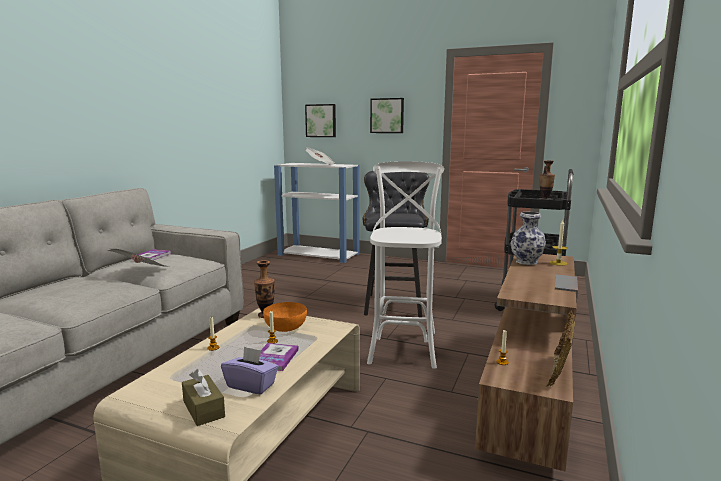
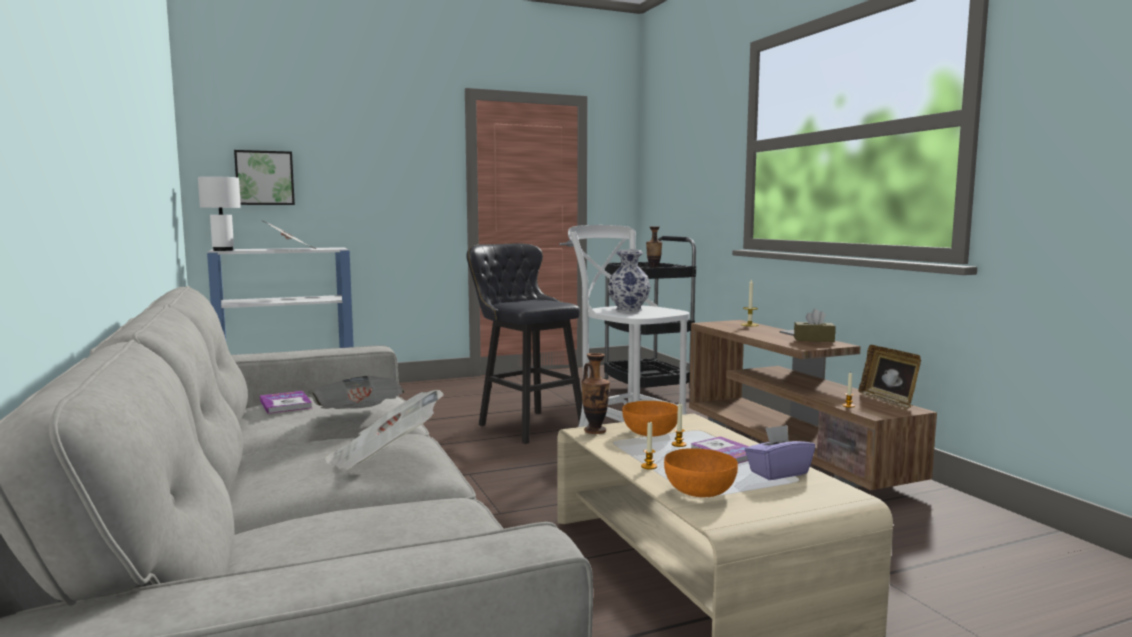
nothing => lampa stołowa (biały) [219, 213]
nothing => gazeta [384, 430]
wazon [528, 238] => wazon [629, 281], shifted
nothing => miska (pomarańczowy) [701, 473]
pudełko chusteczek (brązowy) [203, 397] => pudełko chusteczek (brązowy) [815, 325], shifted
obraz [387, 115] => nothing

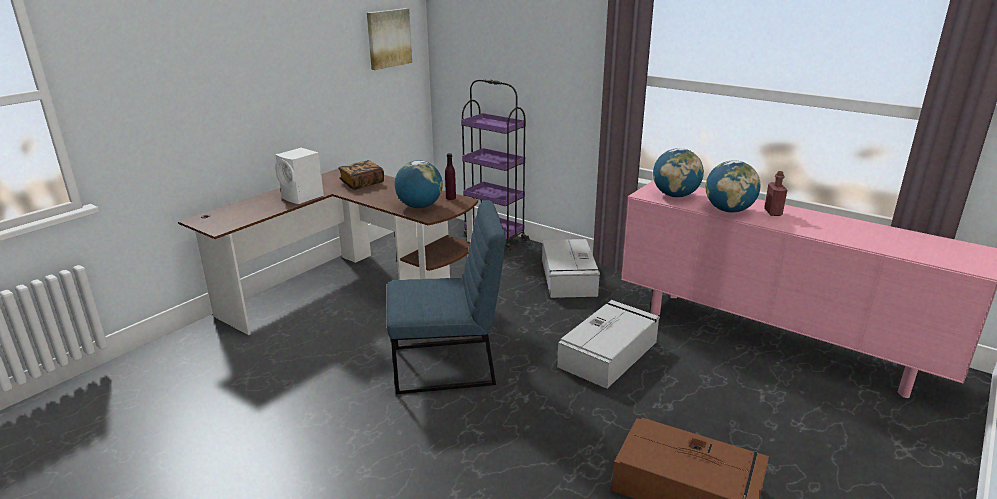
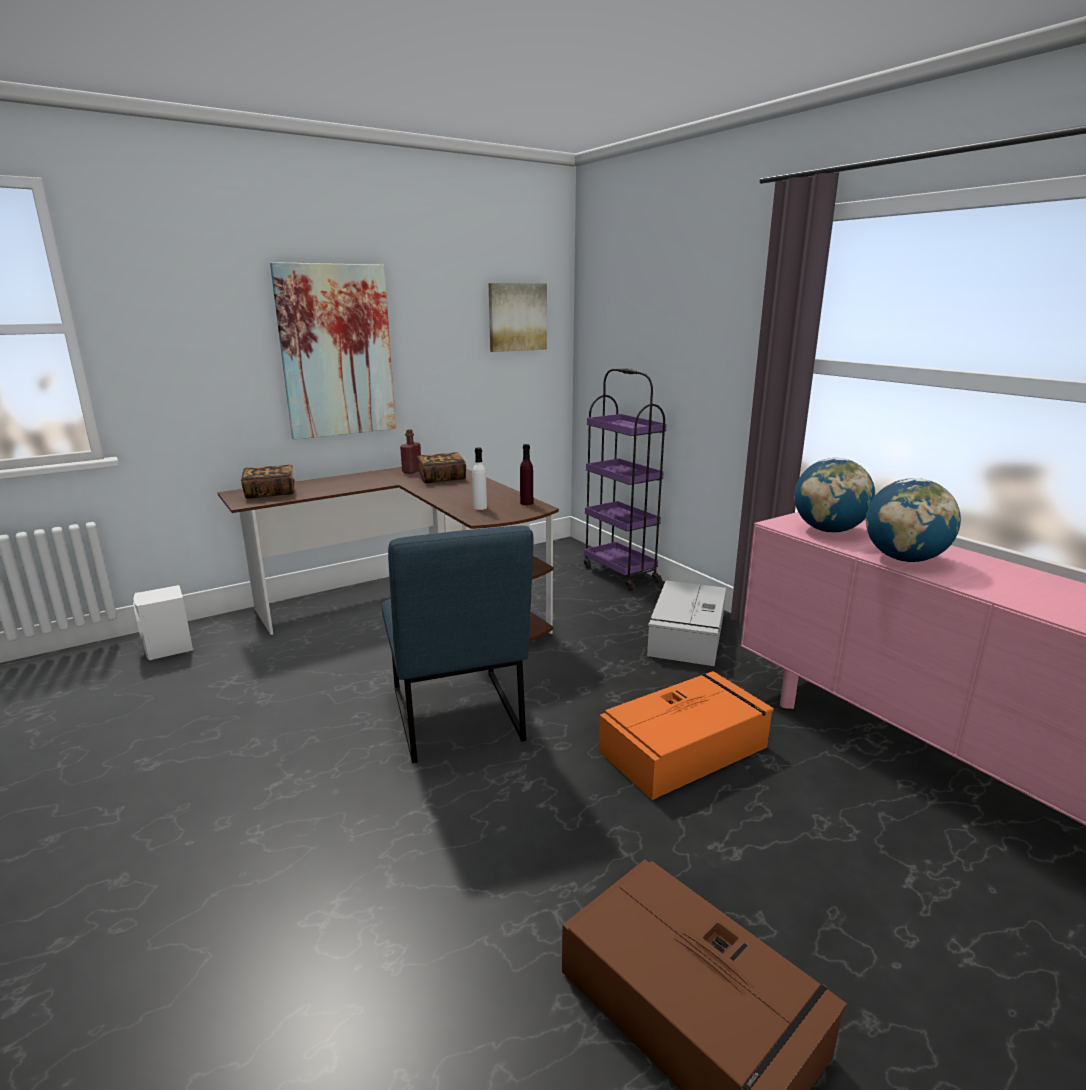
głośnik (biały) [299, 176] => głośnik (biały) [163, 622], shifted
nothing => książka [267, 482]
nothing => obraz [333, 351]
krzesło (niebieski) [446, 297] => krzesło (niebieski) [457, 644], 60 degrees clockwise
butelka (czerwony) [775, 193] => butelka (czerwony) [410, 451], shifted
globus [418, 184] => butelka (biały) [479, 478]
pojemnik do przechowywania (szary) [608, 344] => pojemnik do przechowywania (pomarańczowy) [686, 735]

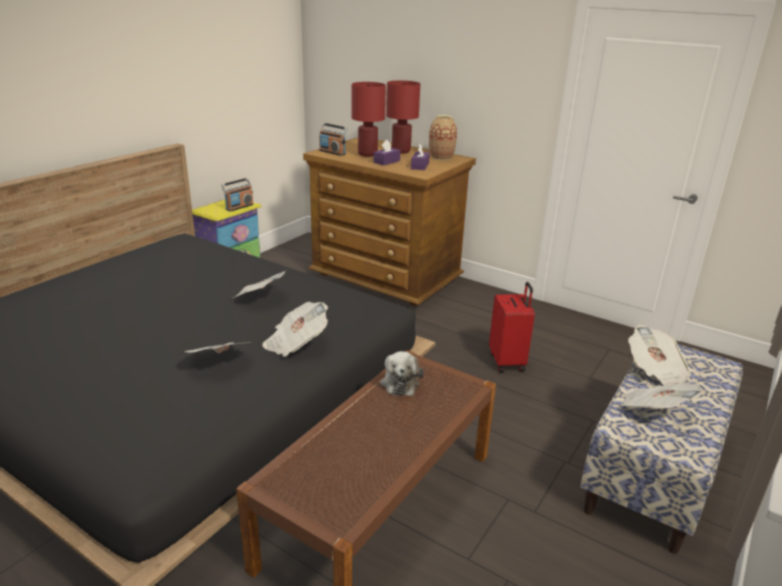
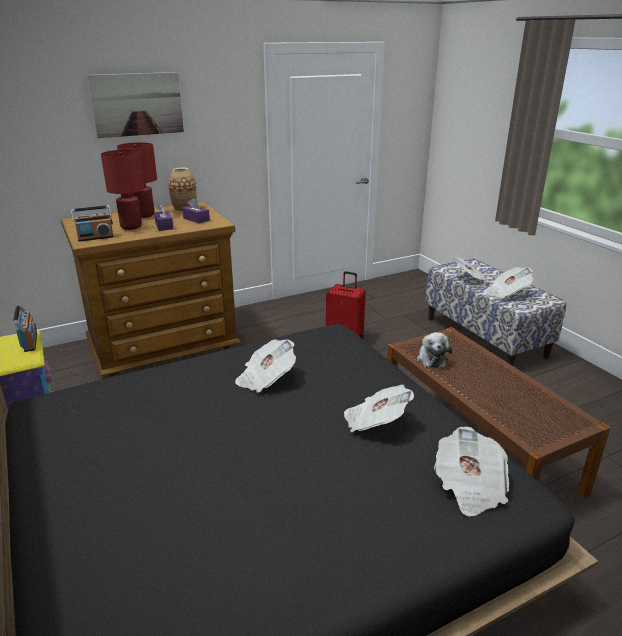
nothing => obraz [135, 105]
pluszak [402, 373] => pluszak [434, 350], 60 degrees clockwise
gazeta [295, 329] => gazeta [471, 472], shifted

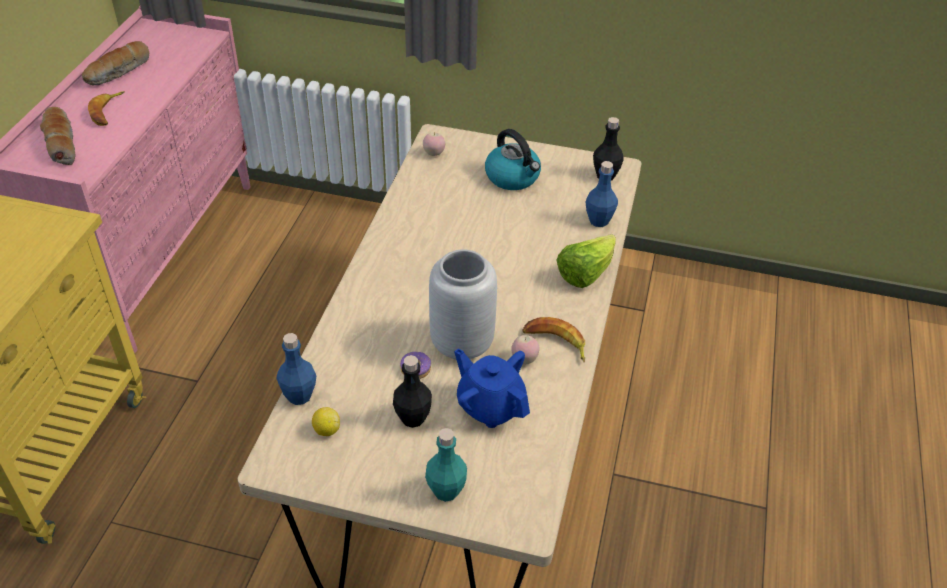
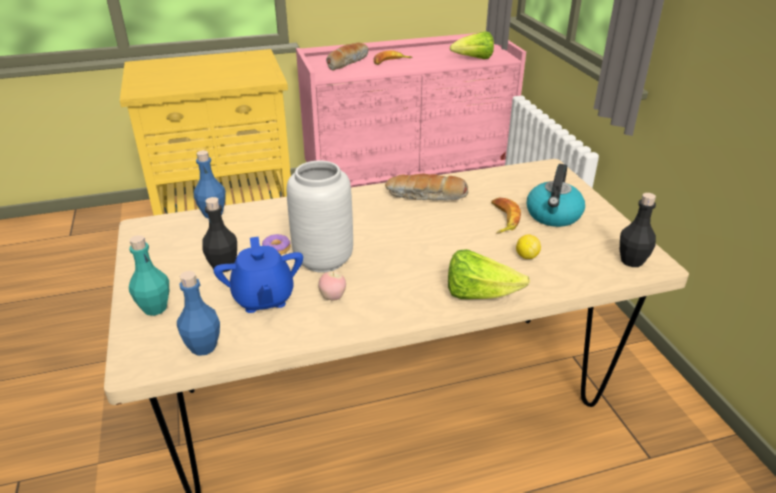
butelka (niebieski) [602, 194] => butelka (niebieski) [198, 313], shifted
imbryk (niebieski) [492, 388] => imbryk (niebieski) [258, 275], 150 degrees clockwise
chleb [115, 63] => chleb [426, 187], shifted
nothing => sałata [472, 45]
banan [553, 339] => banan [506, 215], shifted
cytryna [326, 421] => cytryna [528, 247], shifted
jabłko [434, 144] => nothing

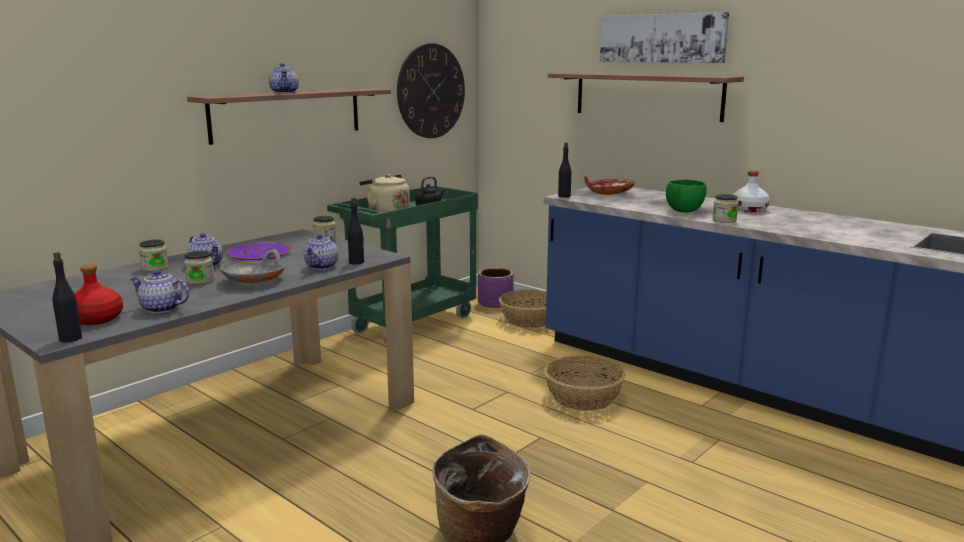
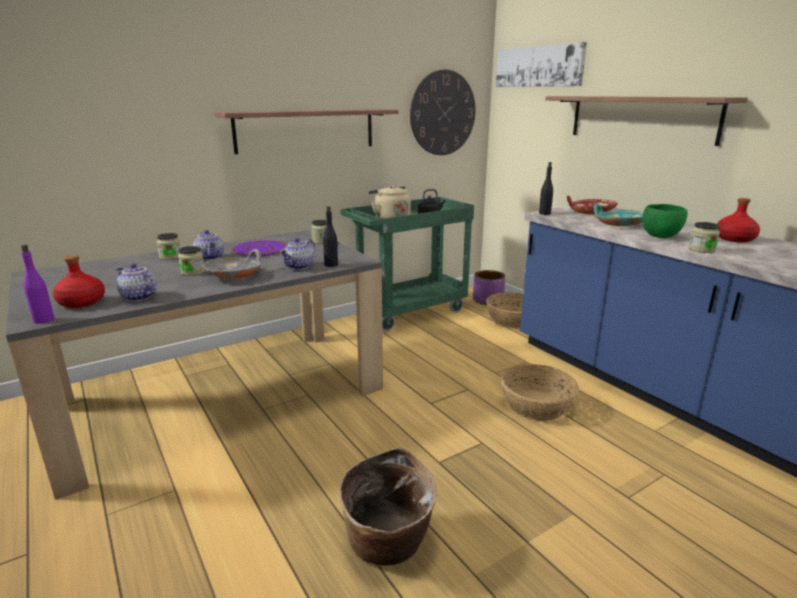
butelka (czarny) [67, 297] => butelka (fioletowy) [37, 284]
obraz [664, 37] => obraz [541, 64], shifted
nothing => miska (turkusowy) [618, 214]
butelka (biały) [751, 191] => butelka (czerwony) [738, 220]
imbryk [284, 78] => nothing

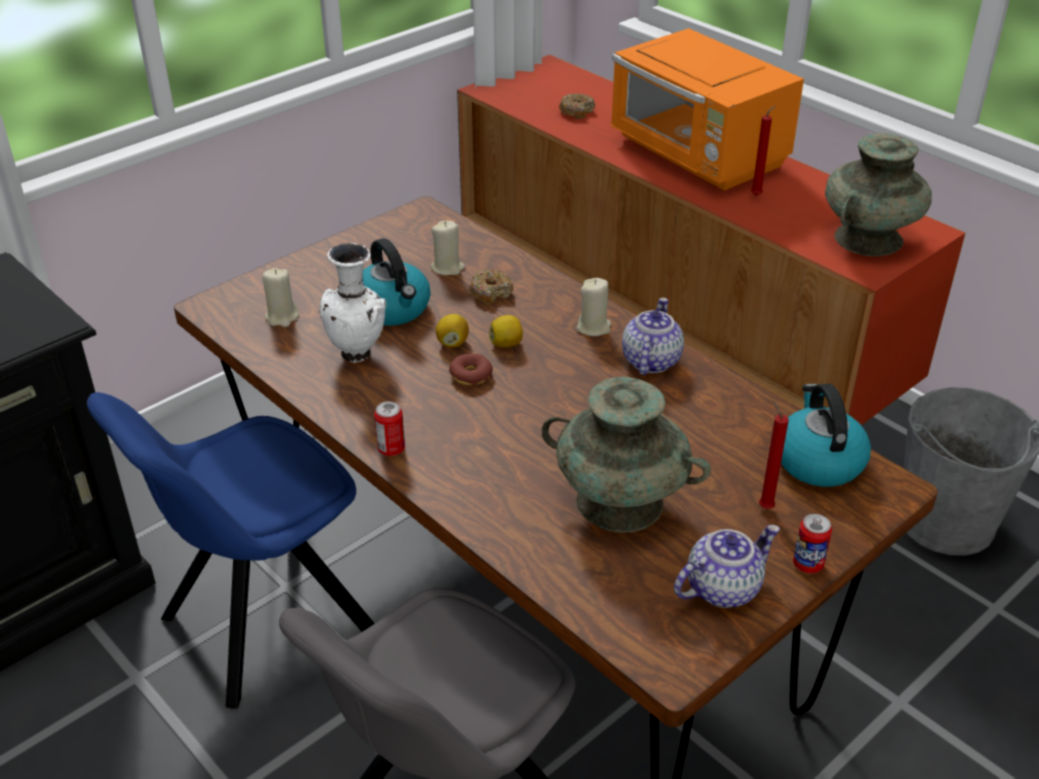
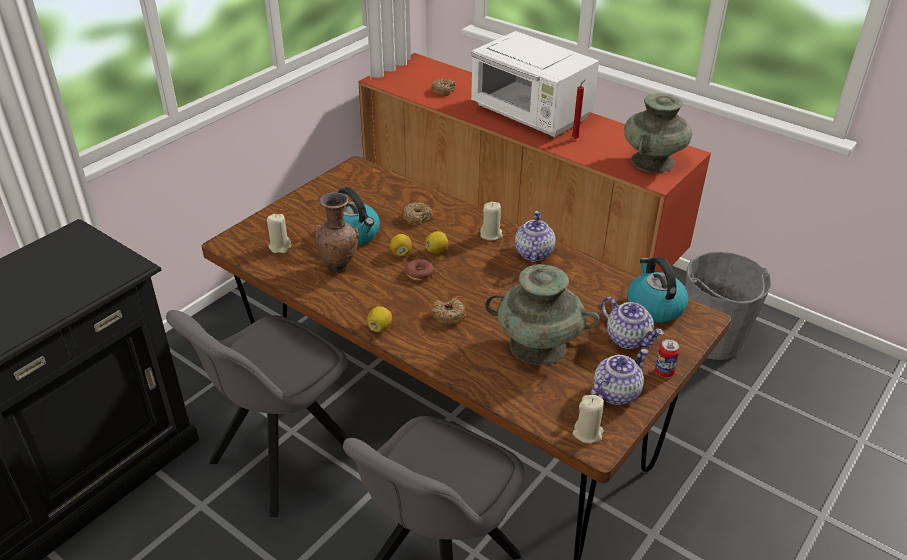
krzesło (niebieski) [231, 550] => krzesło (szary) [257, 413]
wazon (biały) [353, 303] => wazon (brązowy) [336, 232]
puszka [389, 428] => cytryna [379, 319]
nothing => donut [449, 311]
mikrofalówka (pomarańczowy) [707, 109] => mikrofalówka (biały) [535, 84]
świeca (beżowy) [447, 248] => świeca (beżowy) [588, 419], shifted
świeca (czerwony) [774, 455] => imbryk [632, 323]

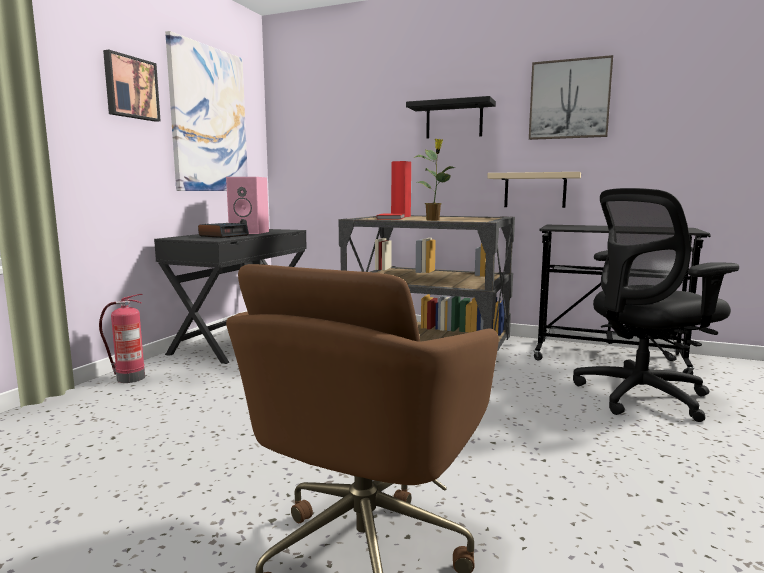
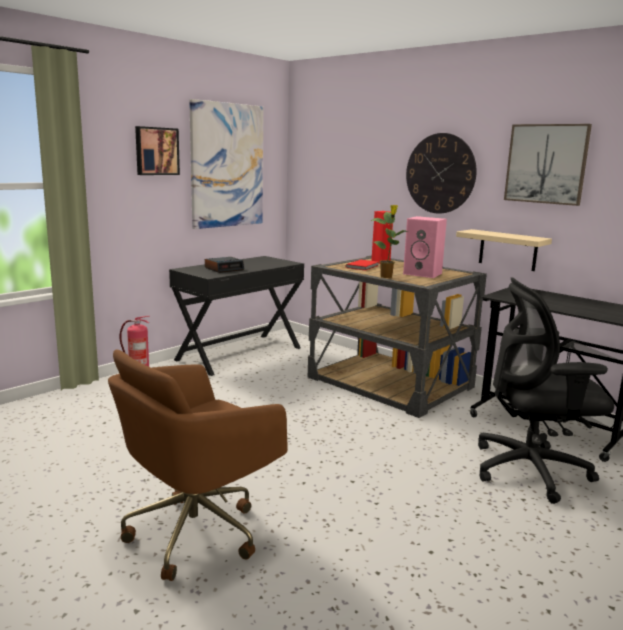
głośnik (różowy) [247, 205] => głośnik (różowy) [425, 247], shifted
półka (czarny) [451, 117] => zegar ścienny [441, 173]

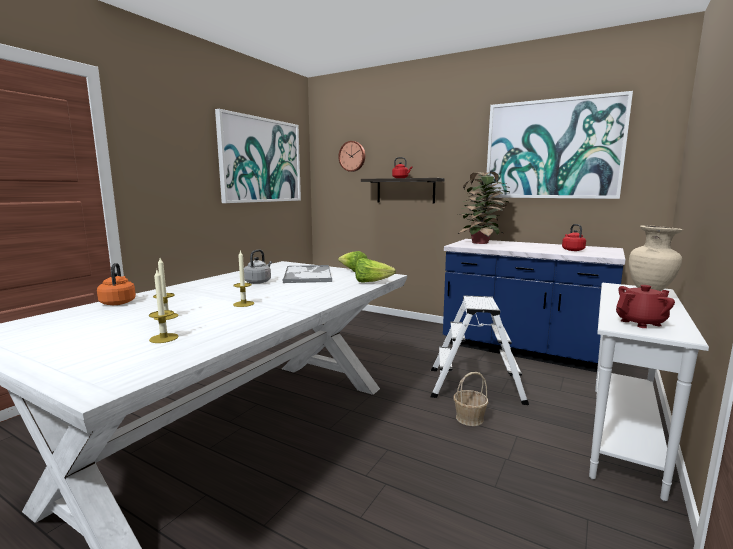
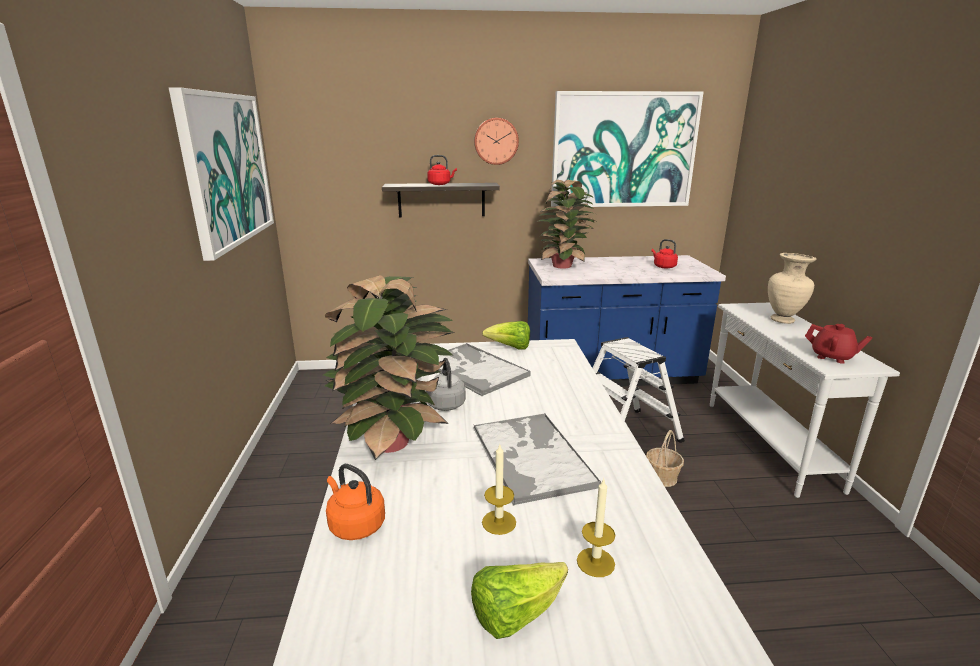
nothing => roślina doniczkowa [389, 367]
sałata [375, 270] => sałata [519, 600], shifted
świeca [243, 278] => taca [537, 459]
zegar ścienny [351, 156] => zegar ścienny [496, 141], shifted
imbryk (czerwony) [645, 306] => imbryk (czerwony) [838, 344], 90 degrees clockwise

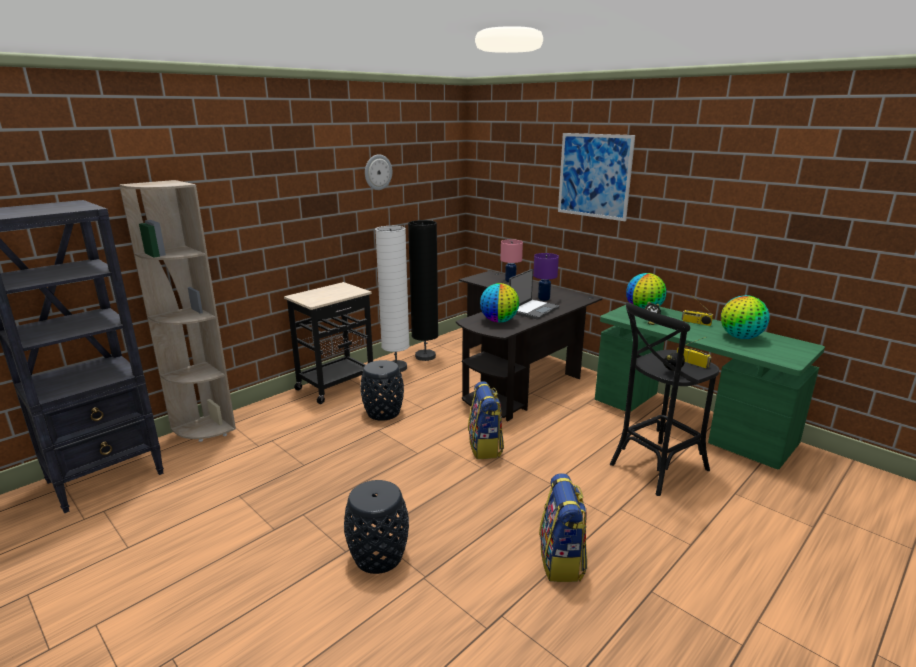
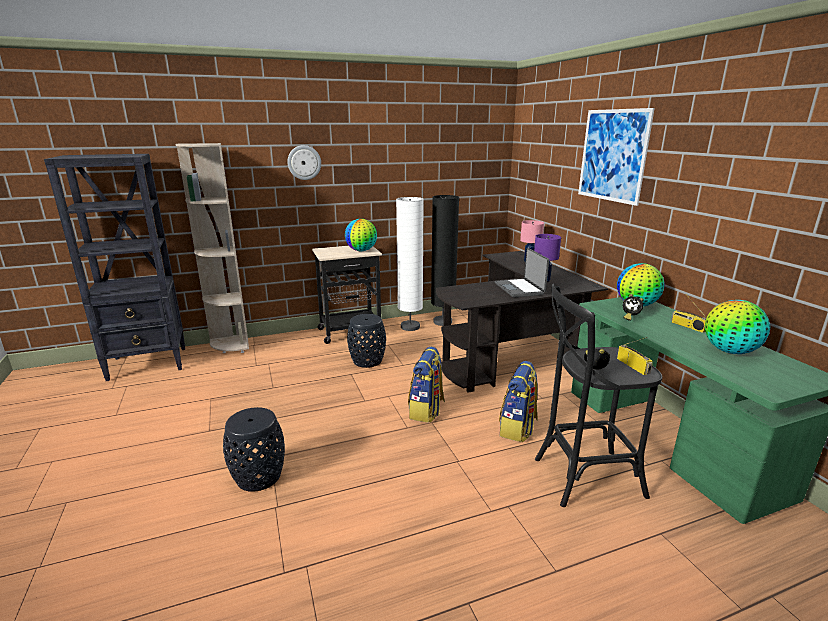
zegar ścienny [378, 172] => zegar ścienny [304, 162], shifted
globus [499, 303] => globus [361, 235], shifted
laptop [534, 294] => laptop [522, 272], 105 degrees clockwise
plecak [563, 527] => plecak [518, 401], shifted

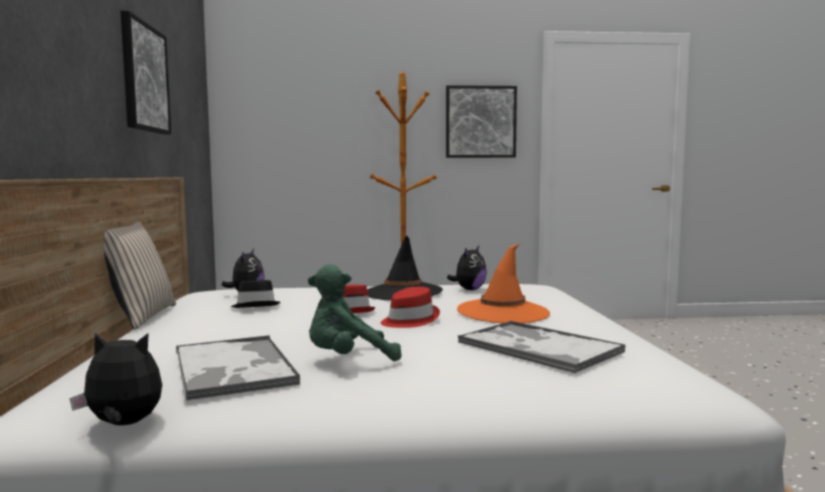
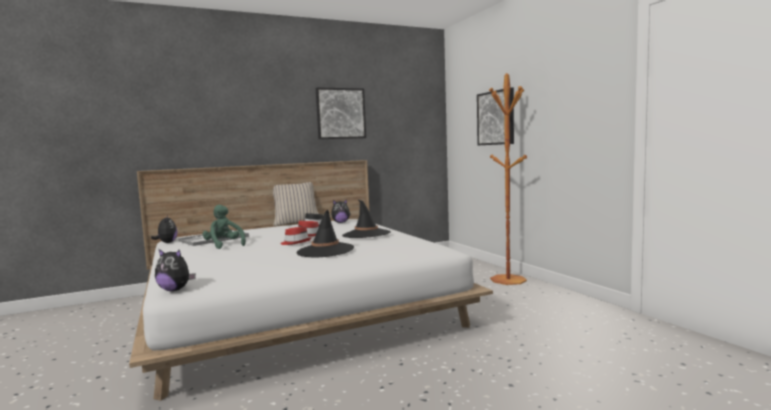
pluszak [467, 268] => pluszak [175, 270], shifted
kapelusz (pomarańczowy) [503, 283] => kapelusz (czarny) [325, 233]
obraz [481, 121] => obraz [495, 116], shifted
taca [541, 347] => nothing

